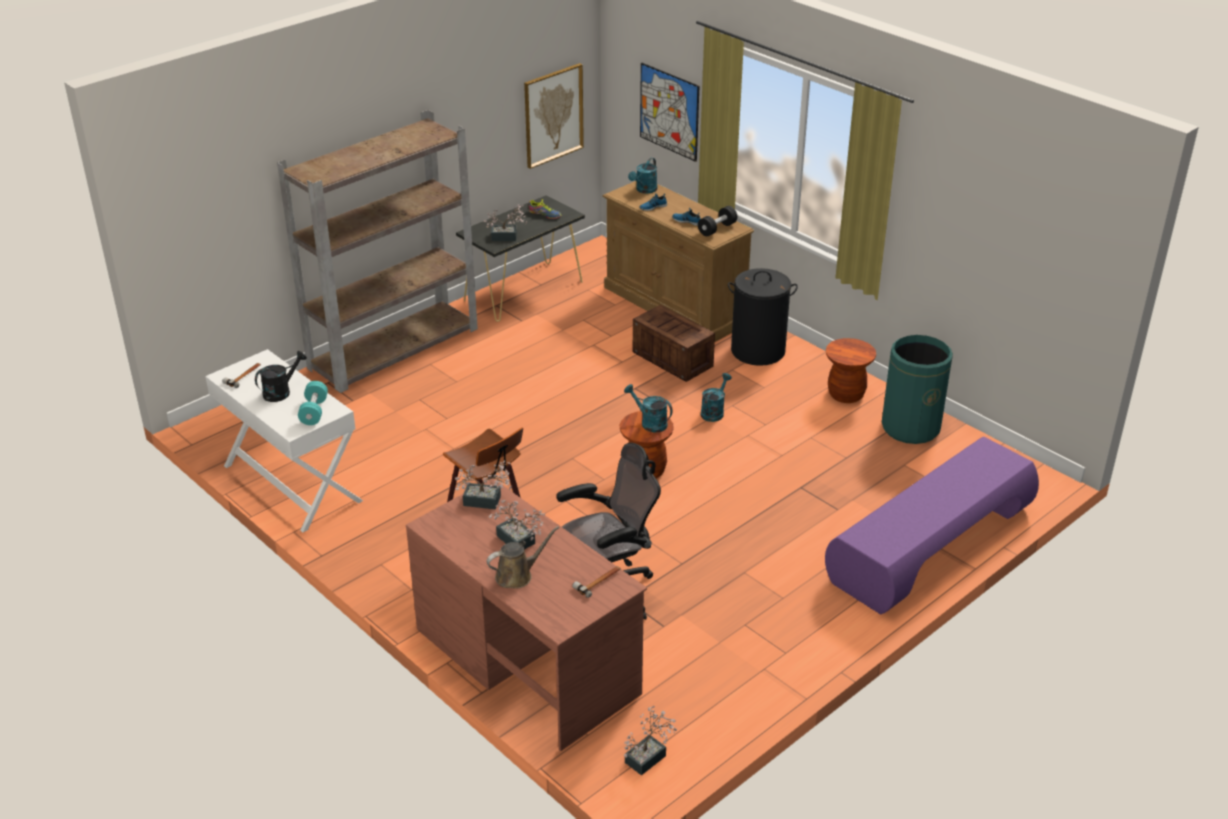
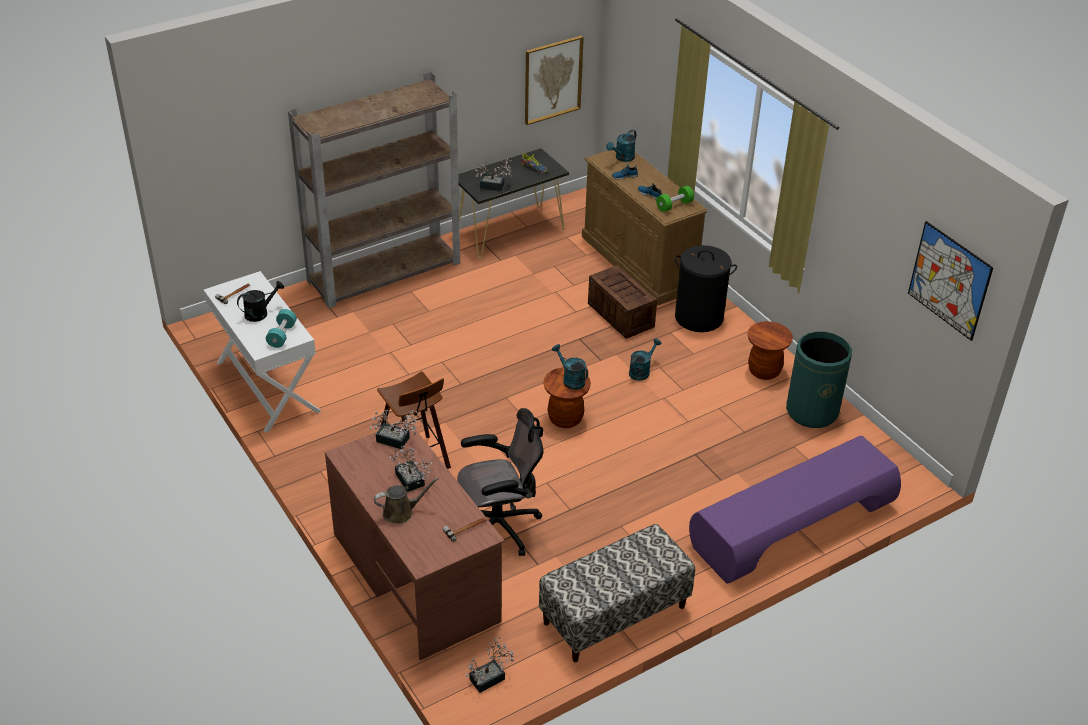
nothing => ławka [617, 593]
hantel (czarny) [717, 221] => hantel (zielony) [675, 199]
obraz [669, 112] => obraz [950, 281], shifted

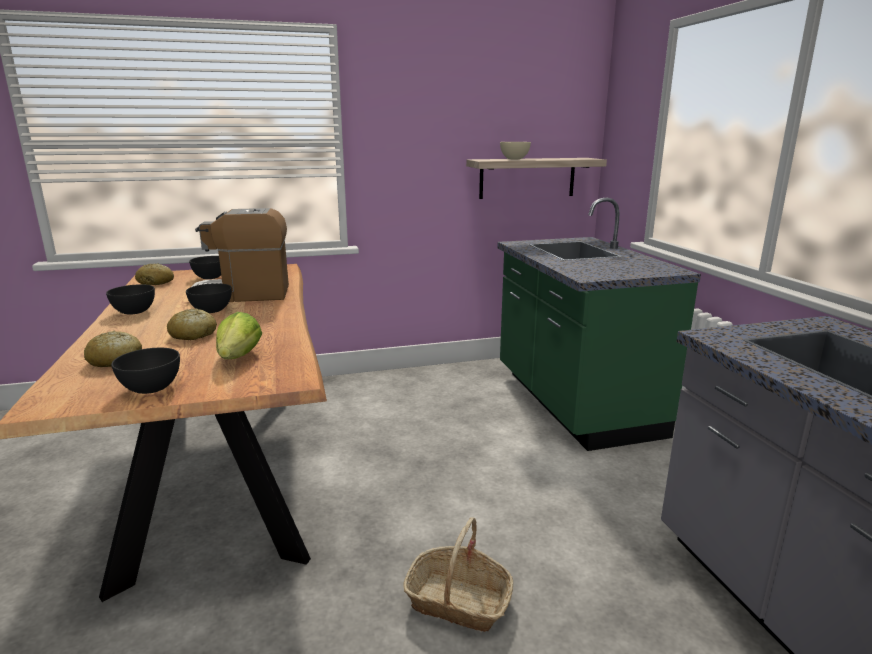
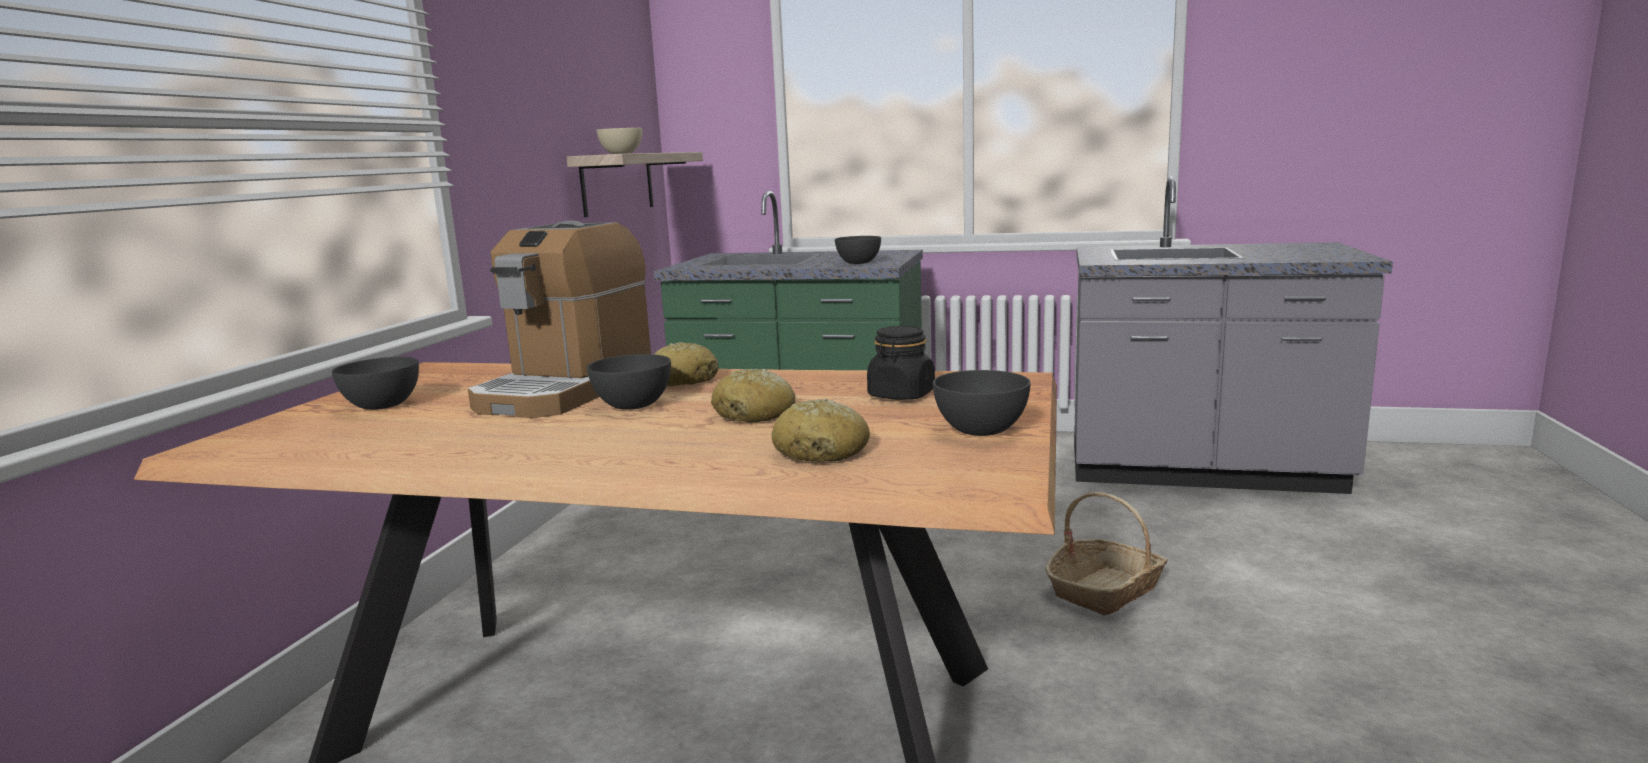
chleb [154, 274] => chleb [686, 364], shifted
miska (szary) [130, 299] => miska (szary) [858, 250], shifted
sałata [239, 335] => słoik (czarny) [901, 363]

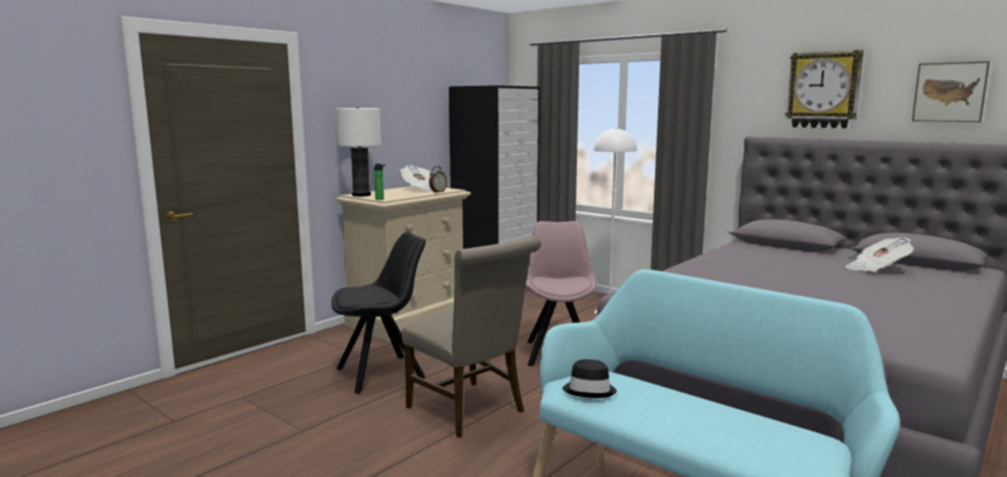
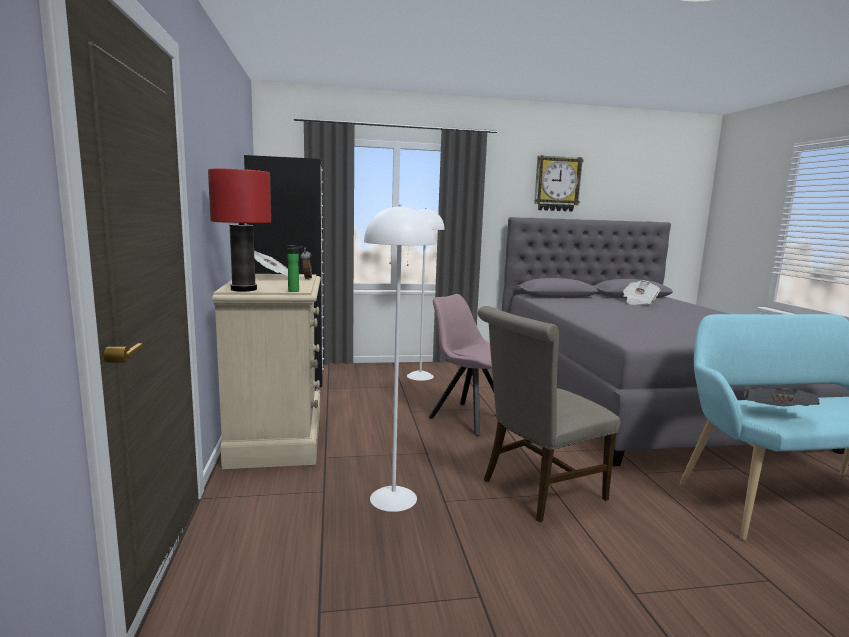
lampa stołowa (biały) [358, 152] => lampa stołowa (czerwony) [239, 229]
krzesło (czarny) [379, 312] => lampa stojąca (biały) [399, 358]
krzesło (beżowy) [471, 337] => krzesło (beżowy) [549, 414], 150 degrees clockwise
kapelusz (czarny) [589, 378] => gazeta [782, 397]
obraz [951, 91] => nothing

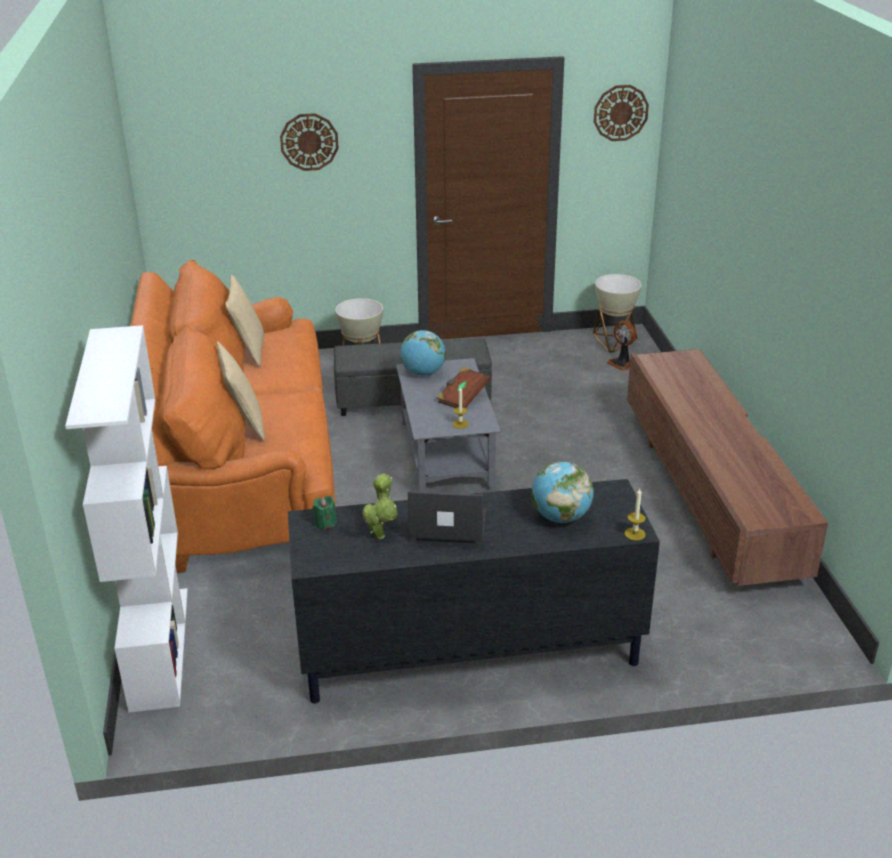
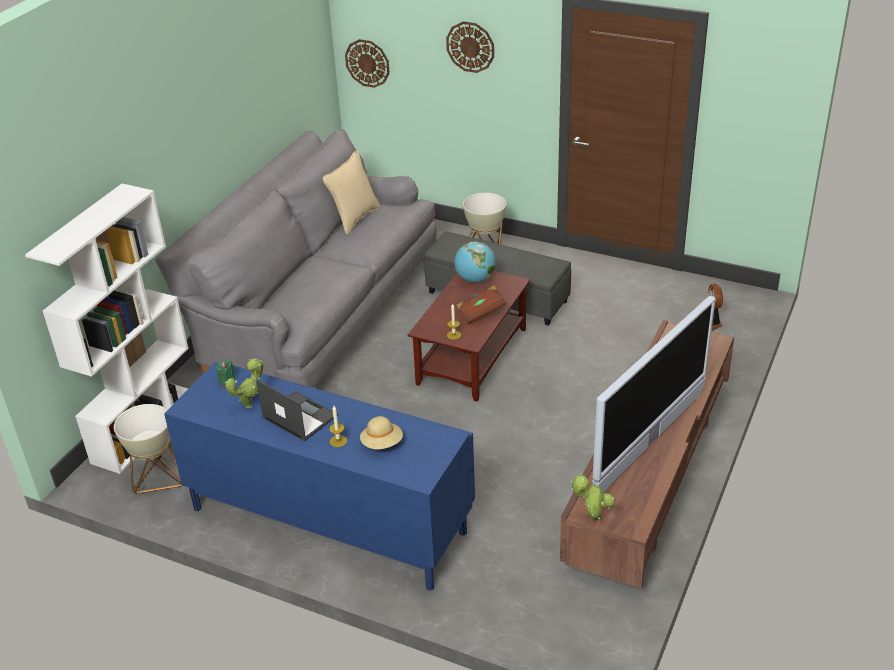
donica [617, 313] => donica [148, 449], shifted
kanapa (pomarańczowy) [233, 416] => kanapa (szary) [296, 258]
szafka (czarny) [474, 591] => szafka (niebieski) [319, 476]
świeca [635, 514] => świeca [338, 426], shifted
zegar ścienny [621, 113] => zegar ścienny [367, 63], shifted
globus [562, 492] => kapelusz (beżowy) [381, 432]
ława (szary) [448, 425] => ława (brązowy) [469, 336]
nothing => roślina doniczkowa [592, 497]
nothing => telewizor [654, 393]
poduszka (beżowy) [241, 391] => nothing

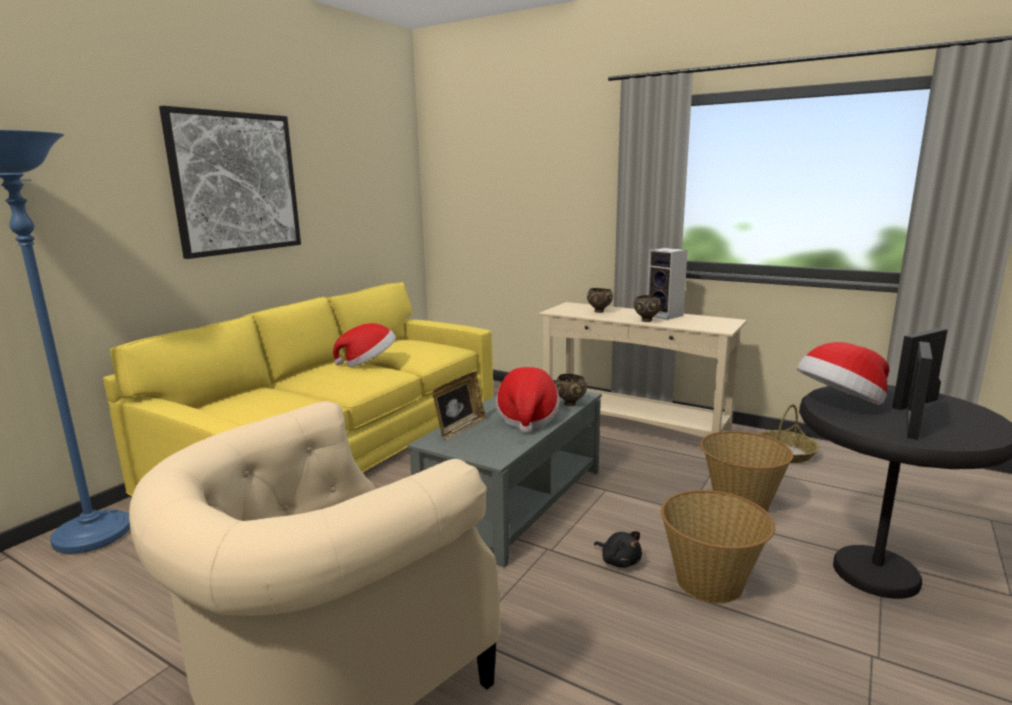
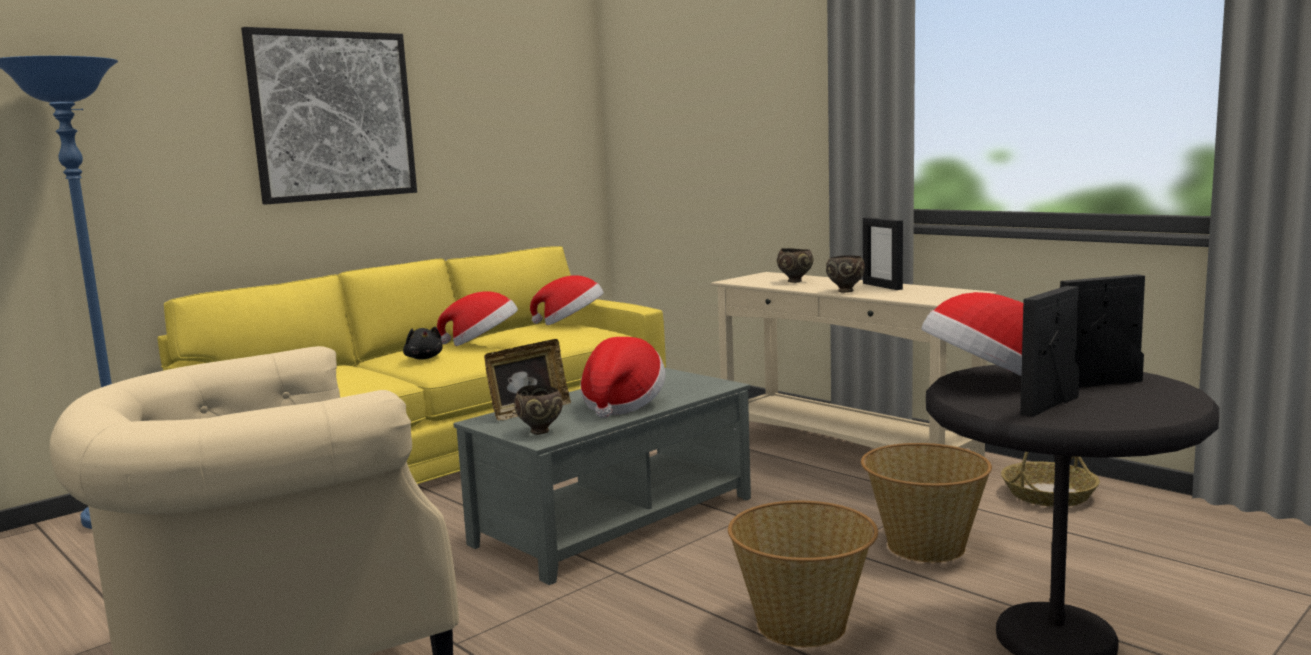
pluszak (czarny) [618, 549] => pluszak (czarny) [423, 343], shifted
miska (brązowy) [571, 390] => miska (brązowy) [538, 410], shifted
nothing => kapelusz [567, 300]
głośnik [667, 284] => ramka na zdjęcie [883, 253]

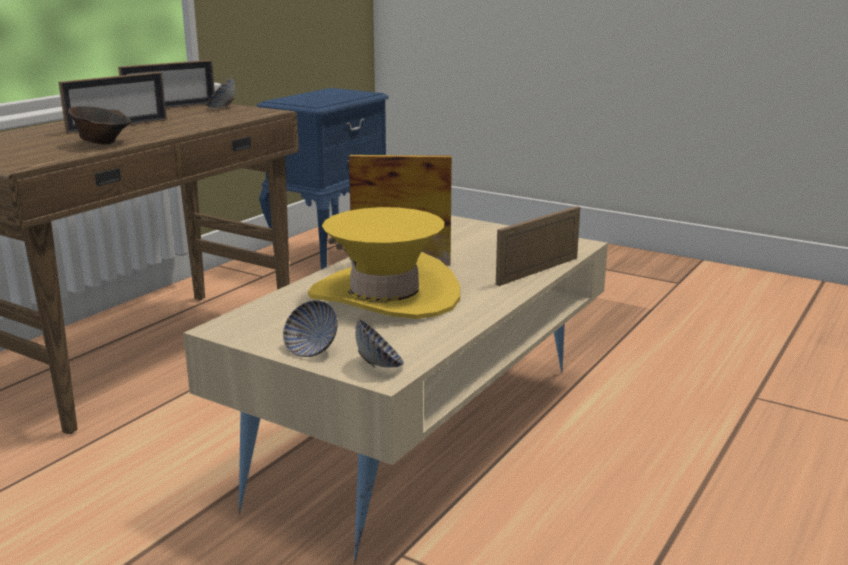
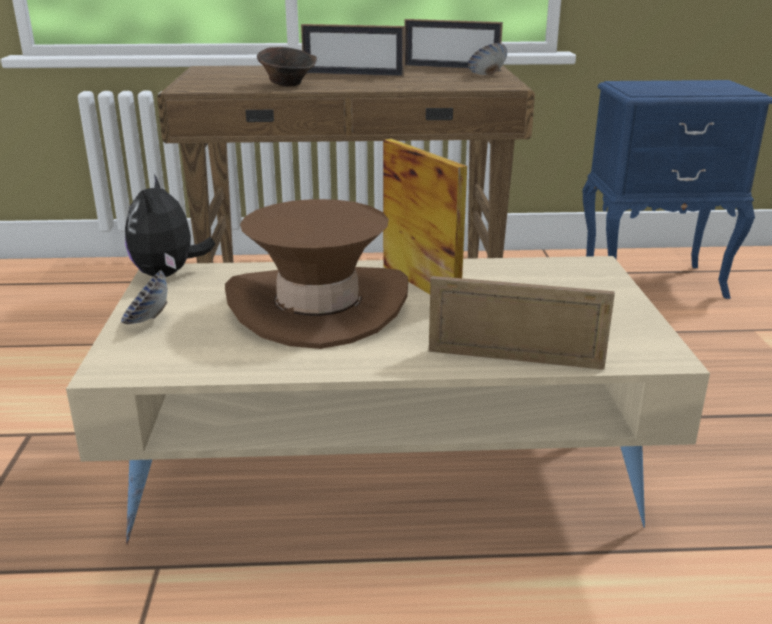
nothing => pluszak [170, 225]
kapelusz (żółty) [384, 263] => kapelusz (brązowy) [316, 274]
miska [380, 343] => nothing

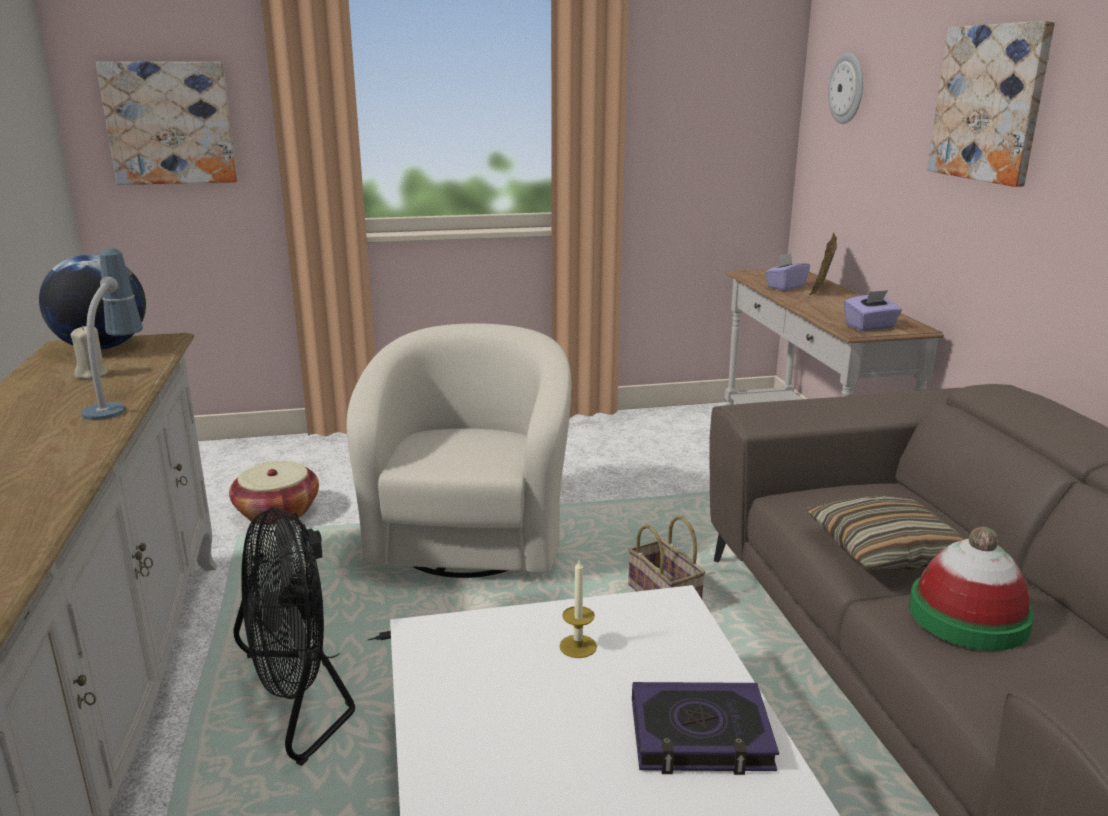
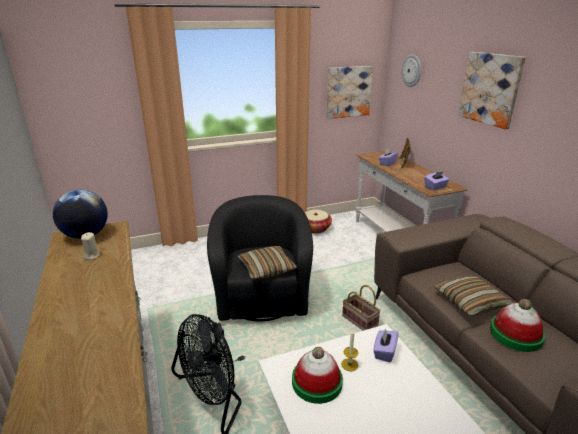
fotel (beżowy) [459, 450] => fotel (czarny) [260, 258]
nothing => poduszka [267, 263]
nothing => kapelusz [317, 375]
koszyk [274, 493] => koszyk [318, 221], shifted
obraz [167, 123] => obraz [349, 92], shifted
nothing => pudełko chusteczek (fioletowy) [386, 345]
lampa stołowa [111, 334] => nothing
książka [705, 728] => nothing

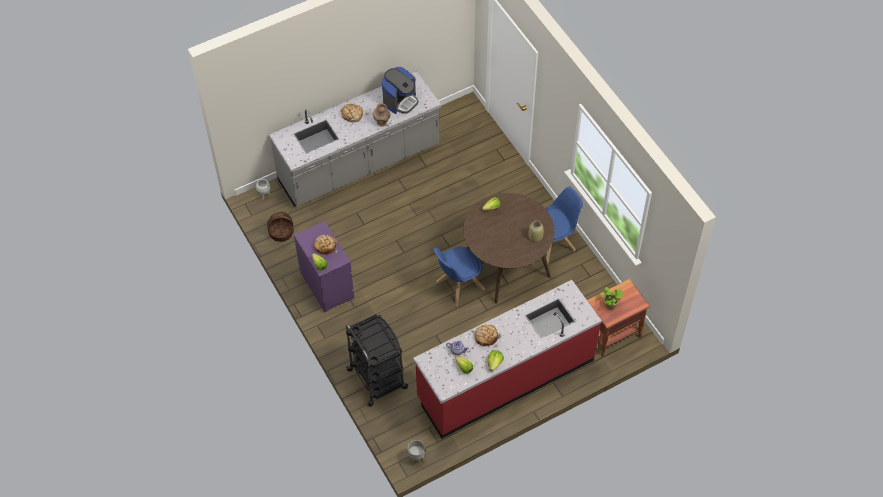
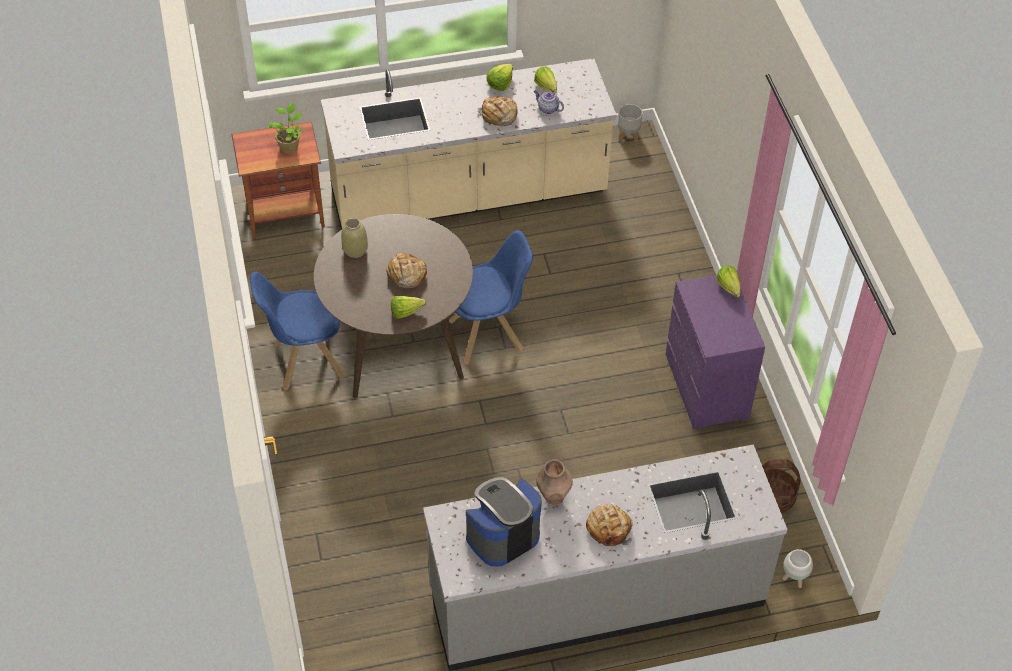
zabudowa kuchenna (czerwony) [507, 359] => zabudowa kuchenna (beżowy) [468, 144]
chleb [326, 244] => chleb [406, 270], shifted
wózek (czarny) [377, 360] => nothing

